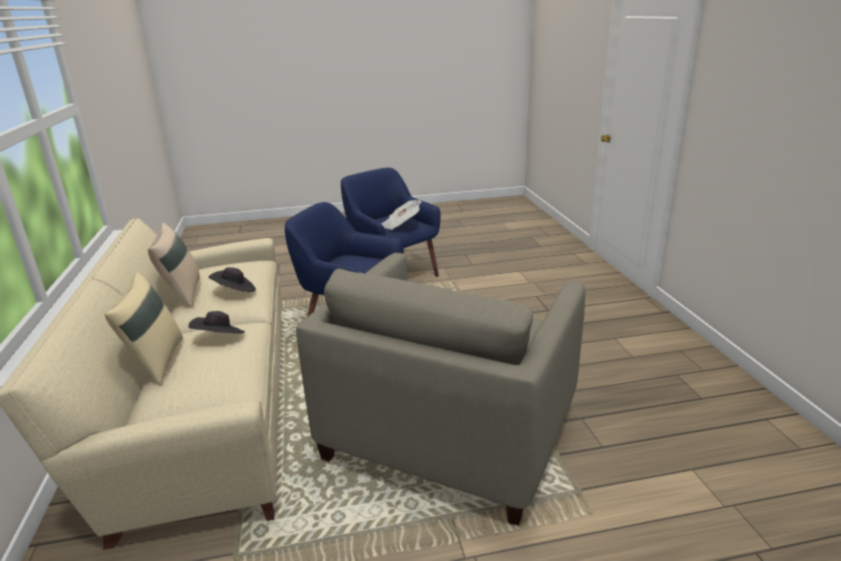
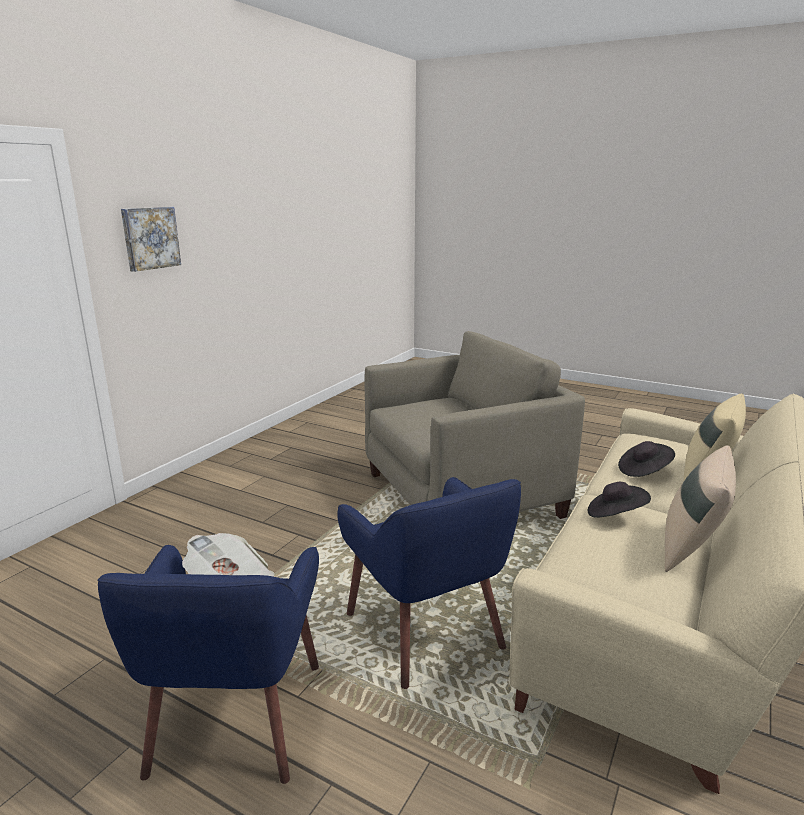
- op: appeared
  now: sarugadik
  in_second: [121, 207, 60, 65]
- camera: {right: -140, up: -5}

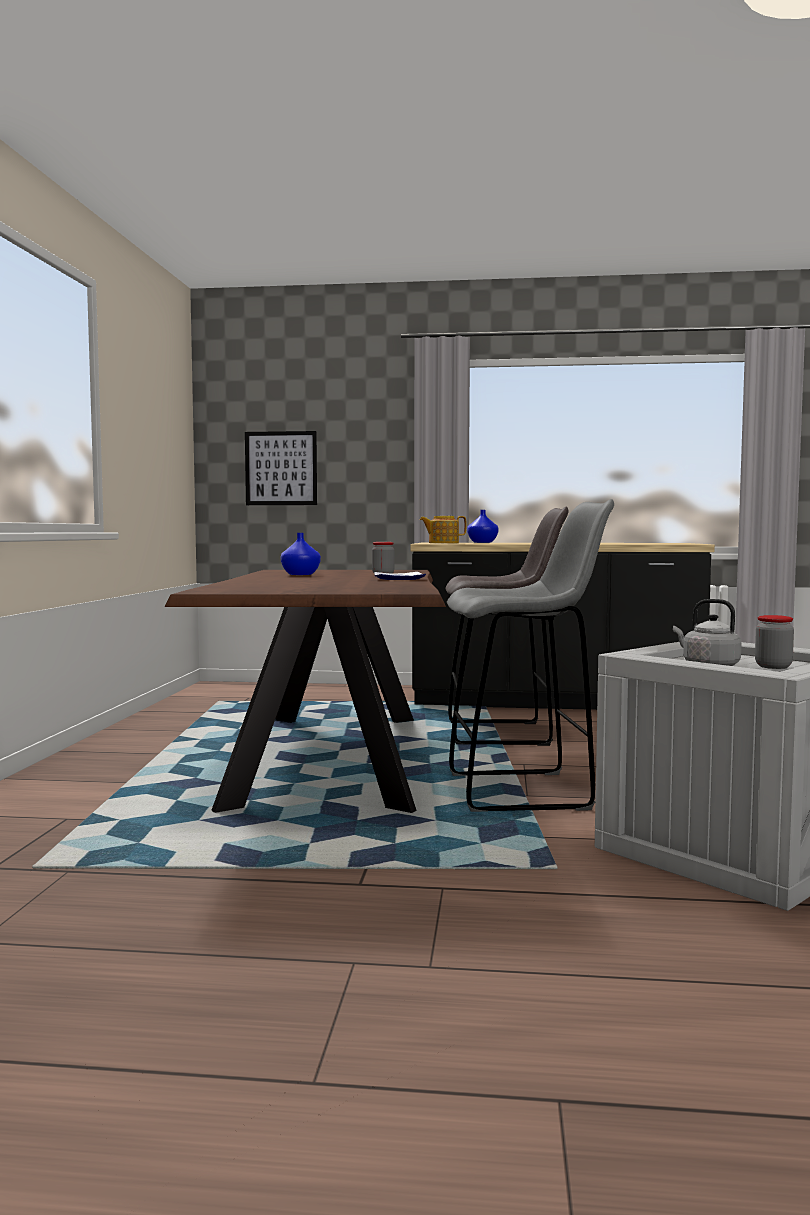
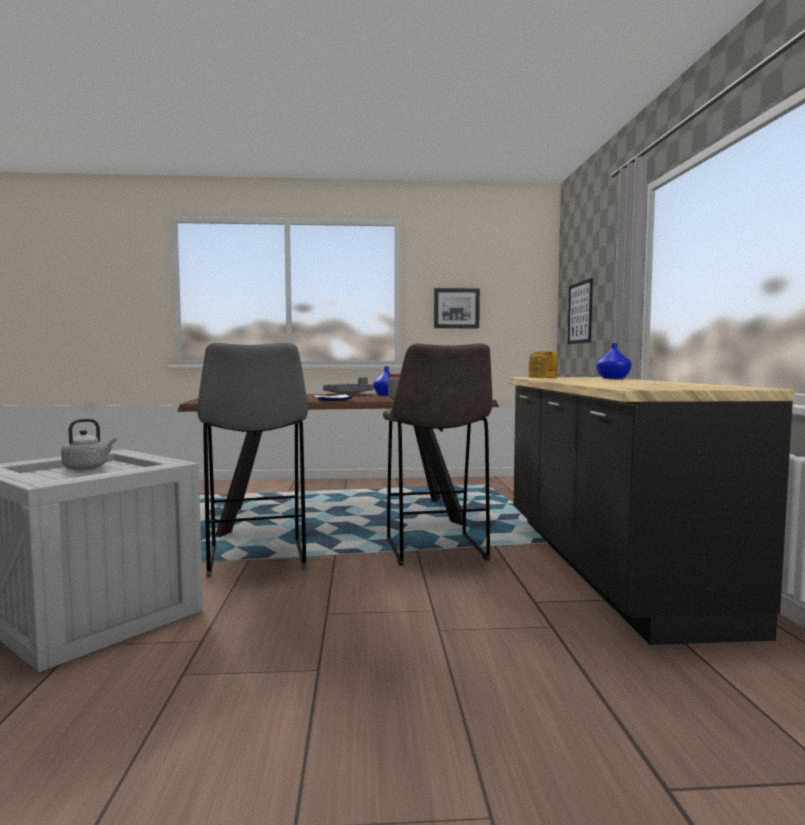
- op: missing
  was: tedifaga
  in_first: [755, 615, 39, 54]
- op: appeared
  now: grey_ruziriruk
  in_second: [323, 377, 51, 18]
- op: appeared
  now: sarugadik
  in_second: [434, 288, 46, 40]
- camera: {right: 80, up: 0}

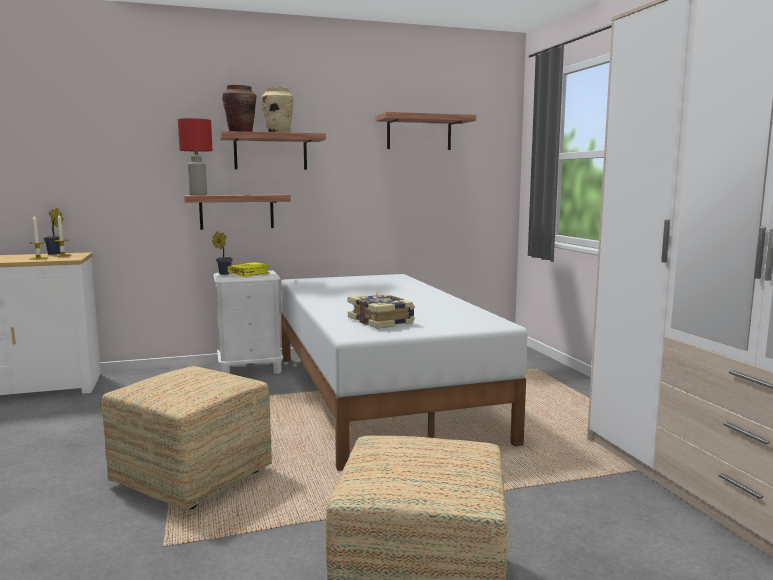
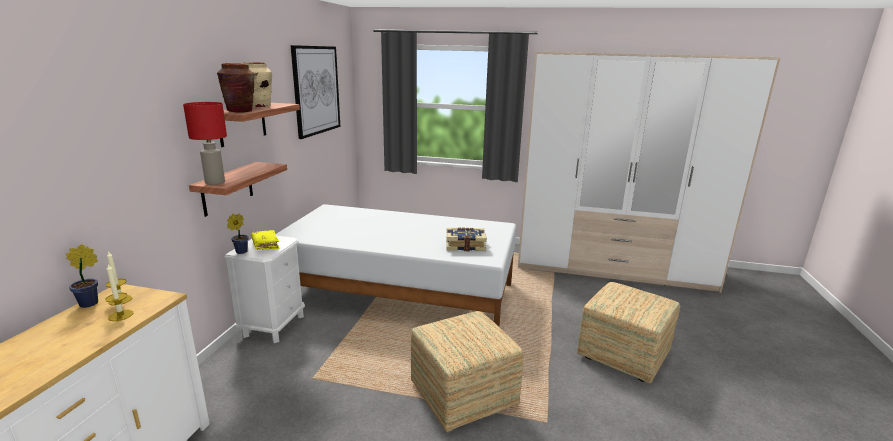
- op: exchanged
  was: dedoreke
  now: sarugadik
  in_first: [376, 112, 100, 38]
  in_second: [290, 45, 50, 94]
- camera: {right: -60, up: 10}

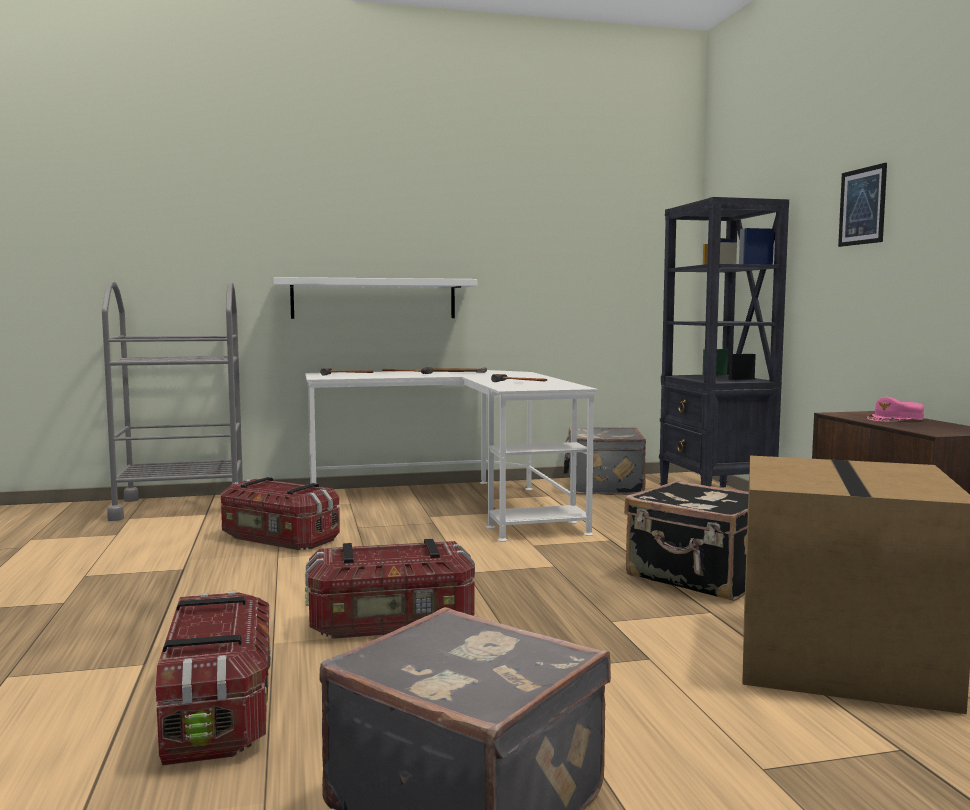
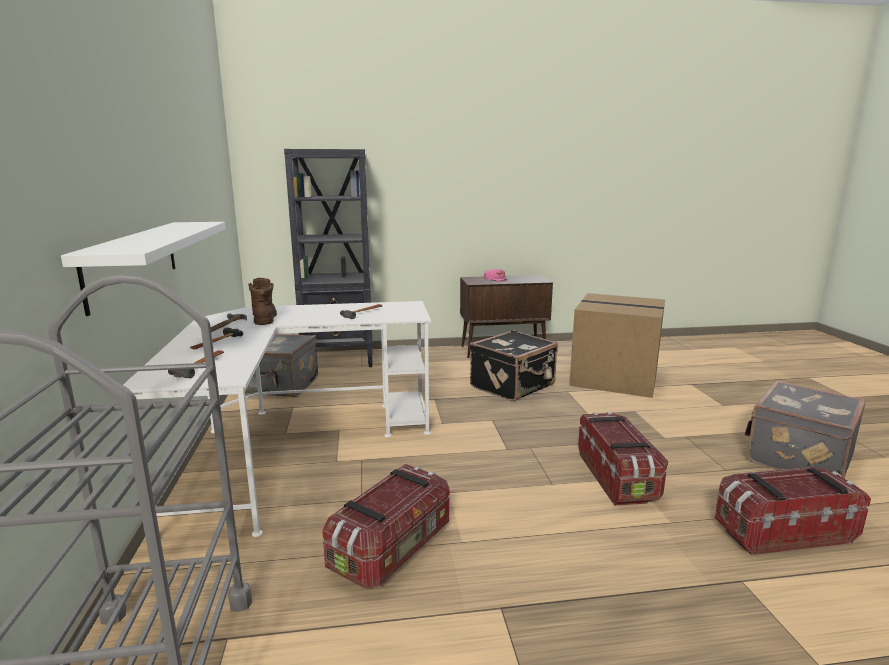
- op: missing
  was: sarugadik
  in_first: [838, 163, 49, 84]
- op: appeared
  now: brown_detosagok
  in_second: [248, 278, 29, 47]
- camera: {right: -85, up: 10}

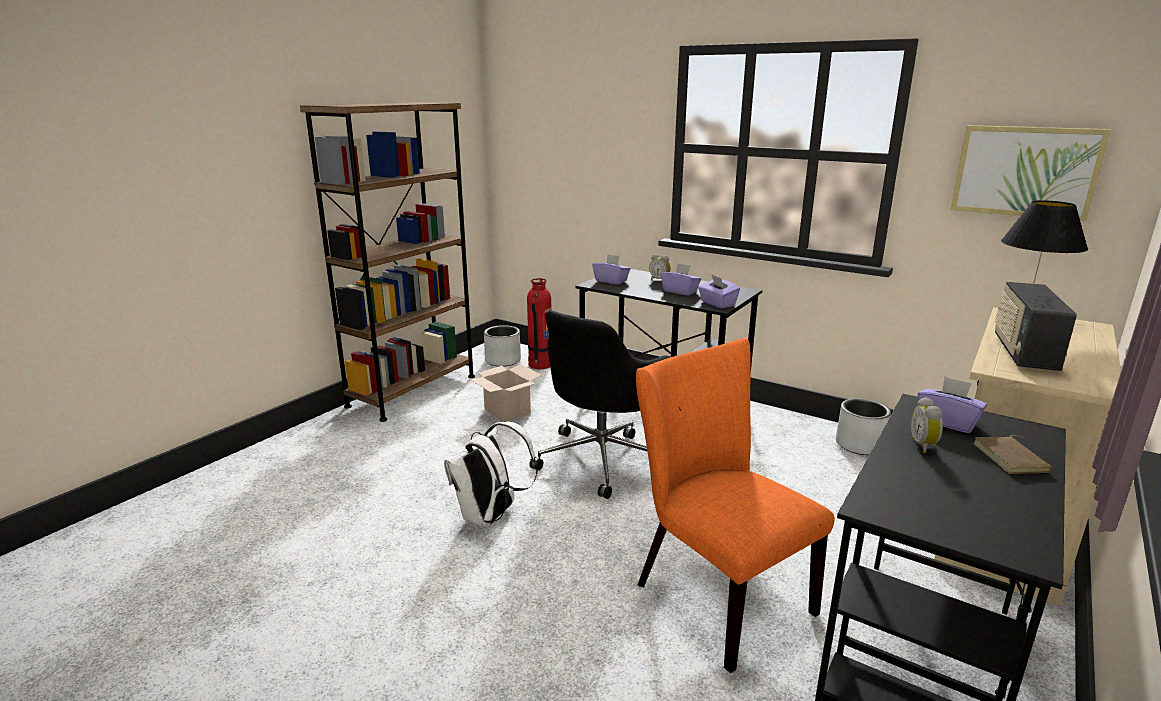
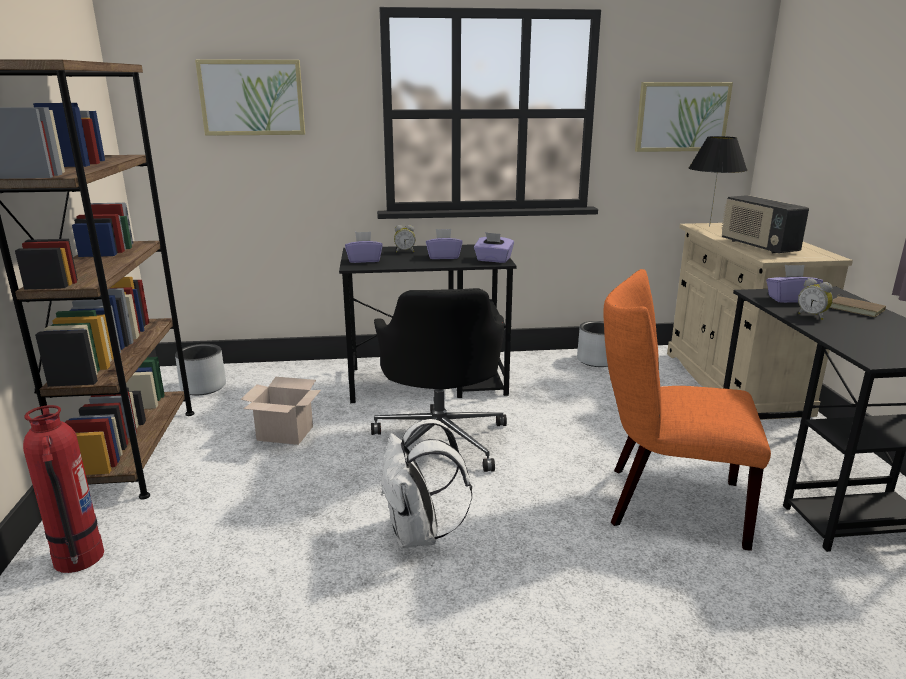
- op: relocated
  was: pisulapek
  in_first: [527, 278, 24, 91]
  in_second: [23, 405, 81, 168]
- op: appeared
  now: sarugadik
  in_second: [195, 59, 110, 77]
- camera: {right: -40, up: 0}

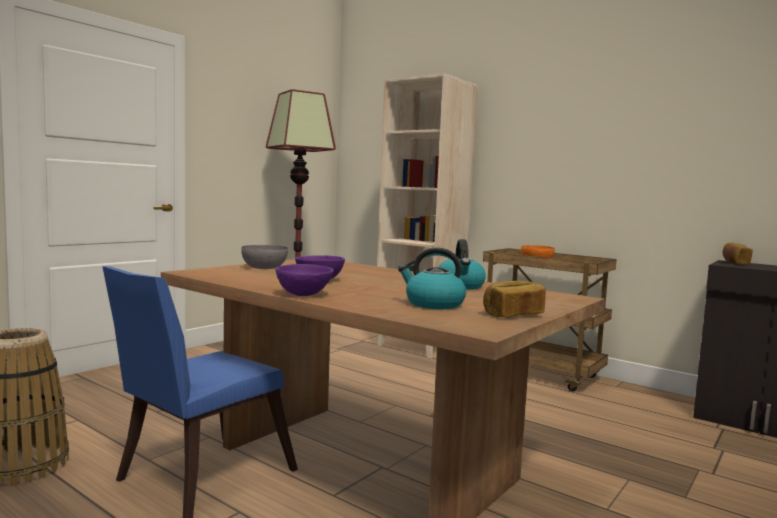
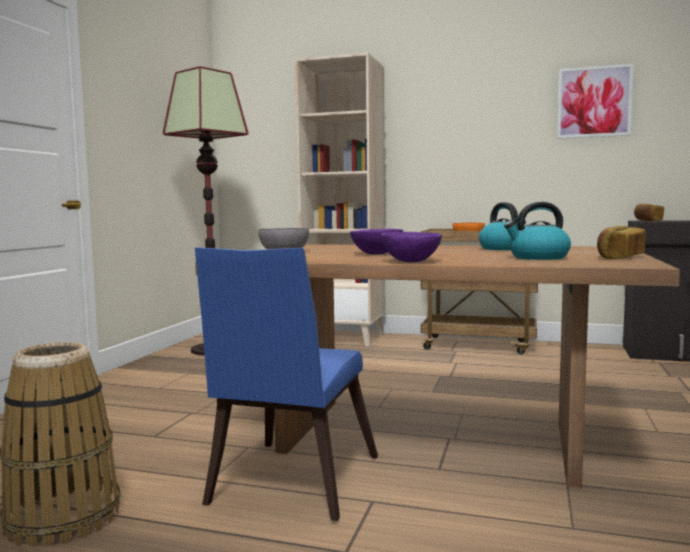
- op: appeared
  now: sarugadik
  in_second: [557, 64, 77, 75]
- camera: {right: -20, up: 0}

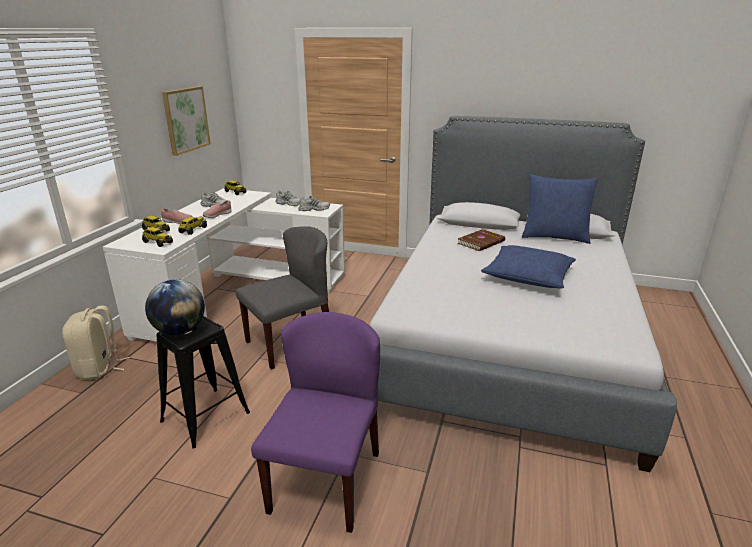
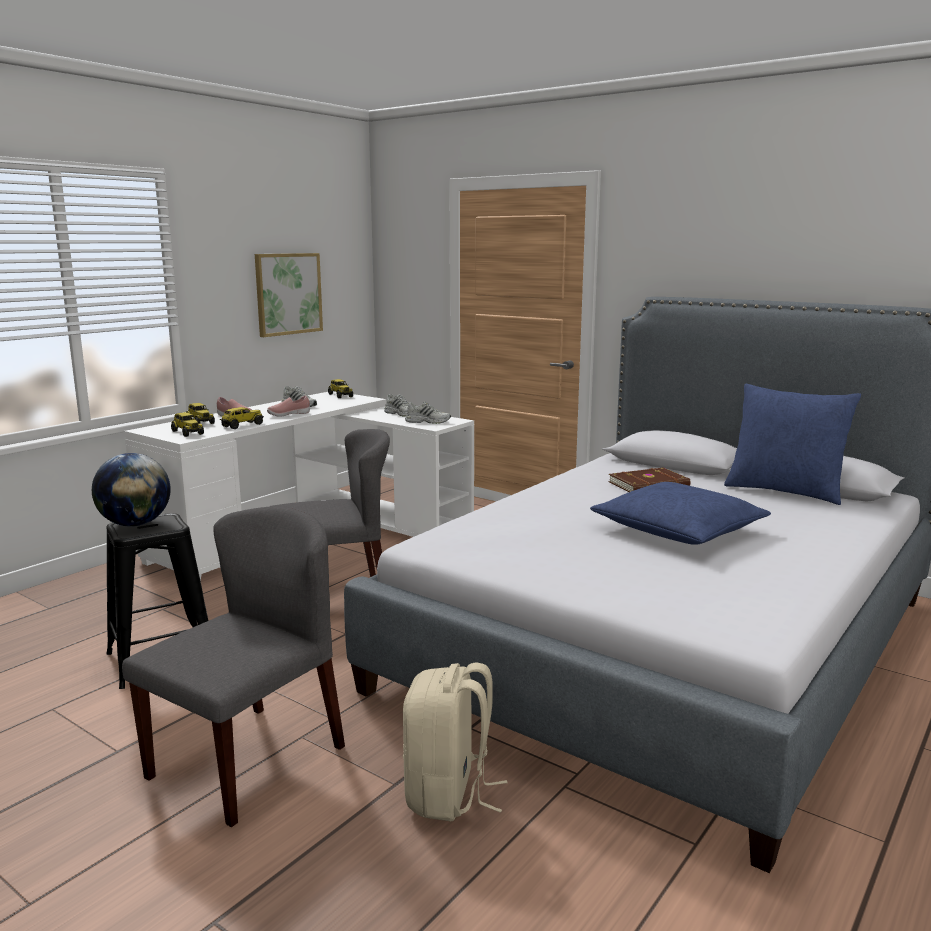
- op: relocated
  was: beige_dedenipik
  in_first: [62, 306, 68, 74]
  in_second: [403, 663, 104, 159]
- op: colour
  was: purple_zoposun
  now: grey_zoposun
  in_first: [251, 312, 129, 221]
  in_second: [122, 507, 223, 320]
- camera: {right: 20, up: -10}

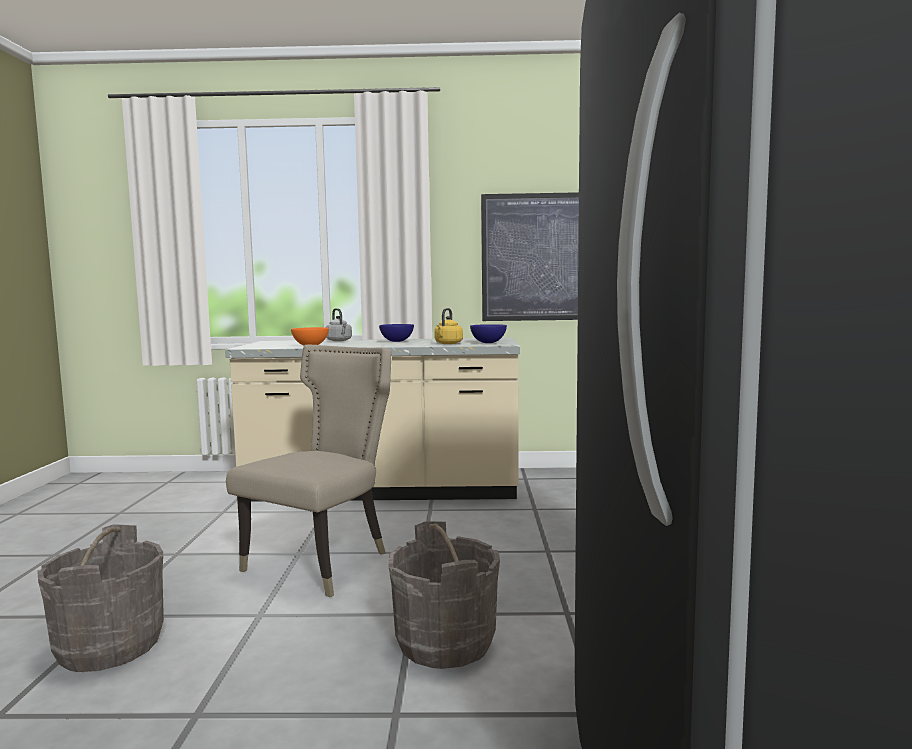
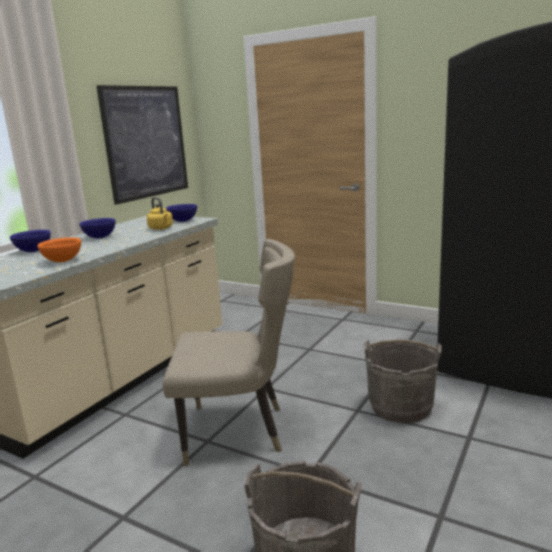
- op: spun
  was: beige_zoposun
  in_first: [226, 345, 165, 252]
  in_second: [163, 239, 132, 227]
  clockwise: 120
- op: exchanged
  was: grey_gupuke
  now: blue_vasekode
  in_first: [326, 308, 26, 33]
  in_second: [10, 230, 41, 22]
- camera: {right: -60, up: 10}

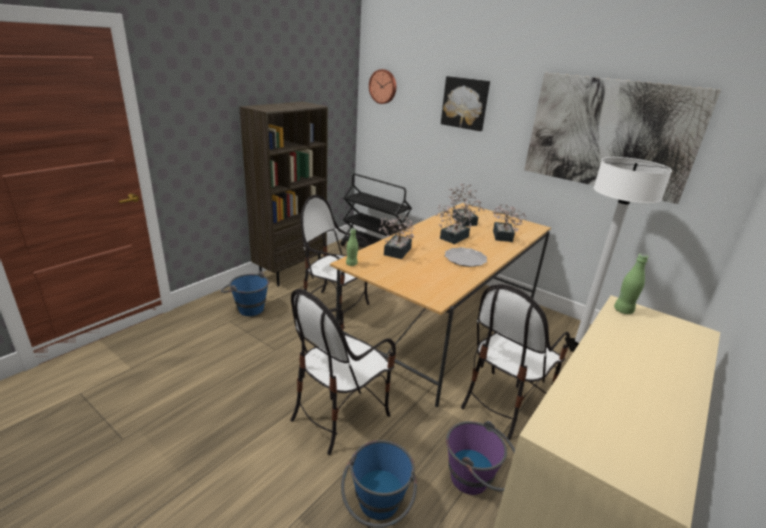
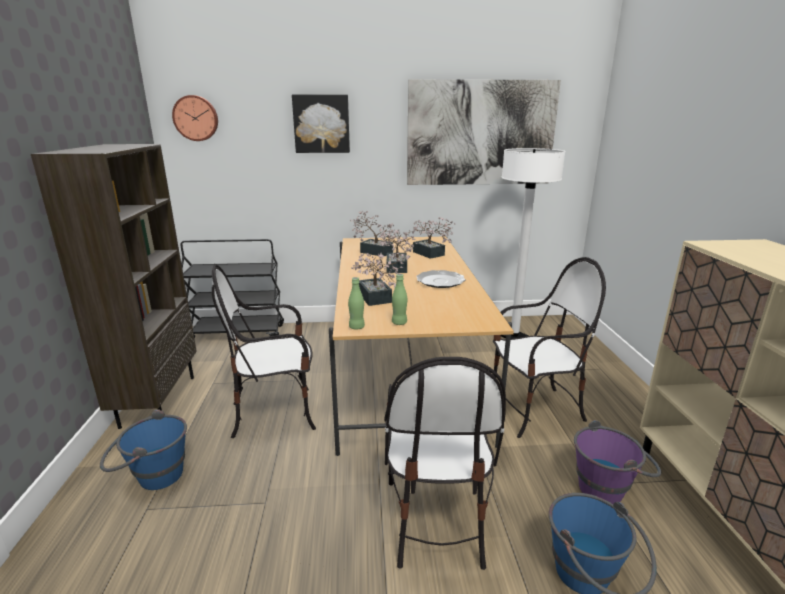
- op: spun
  was: zoposun
  in_first: [461, 284, 109, 156]
  in_second: [493, 257, 113, 181]
  clockwise: -105
- op: relocated
  was: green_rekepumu
  in_first: [614, 254, 34, 60]
  in_second: [392, 274, 15, 51]
- camera: {right: -40, up: -5}

